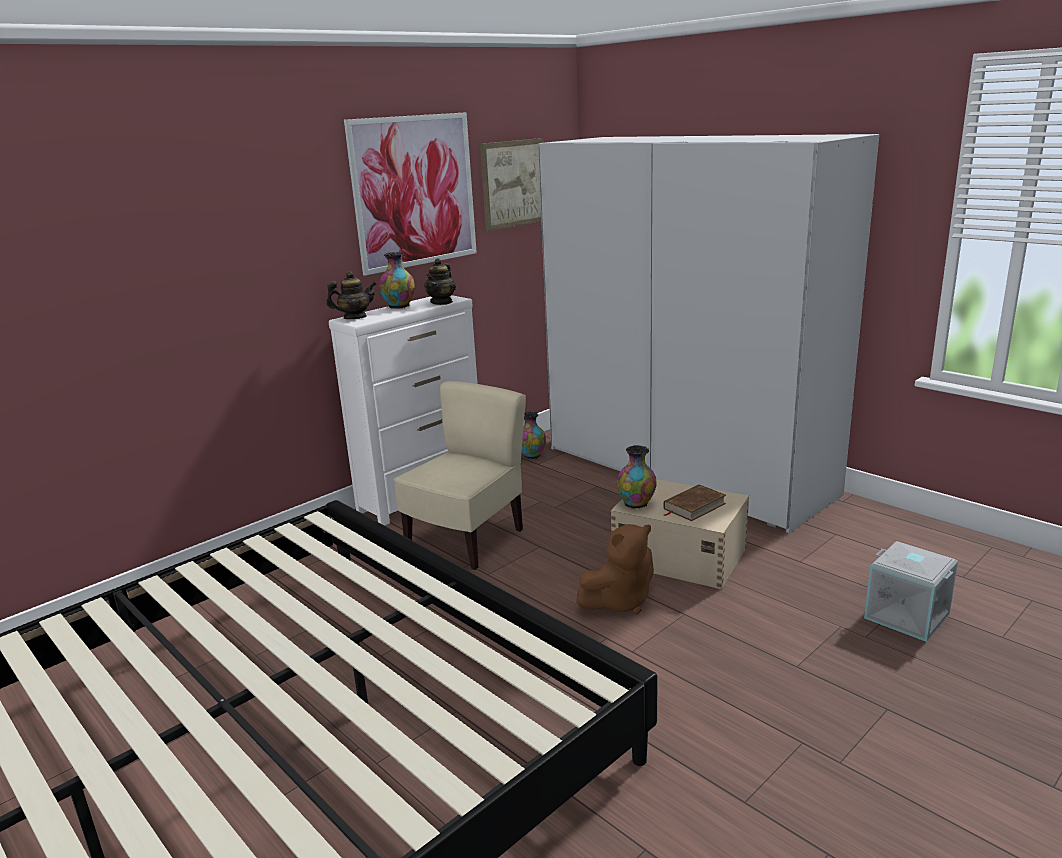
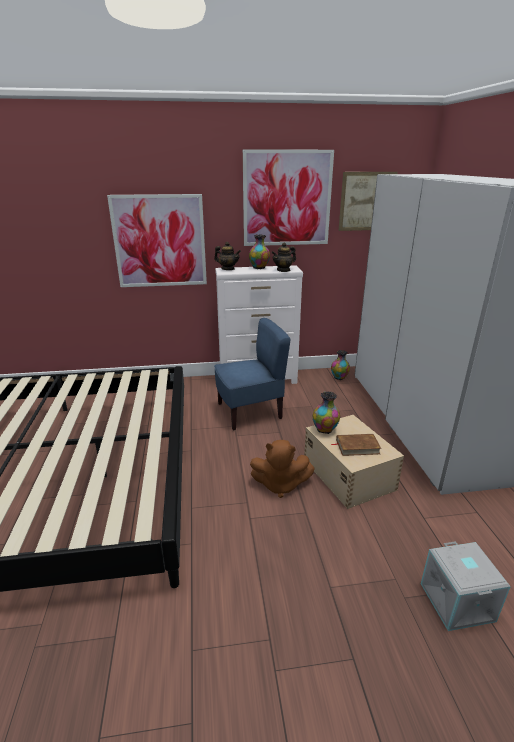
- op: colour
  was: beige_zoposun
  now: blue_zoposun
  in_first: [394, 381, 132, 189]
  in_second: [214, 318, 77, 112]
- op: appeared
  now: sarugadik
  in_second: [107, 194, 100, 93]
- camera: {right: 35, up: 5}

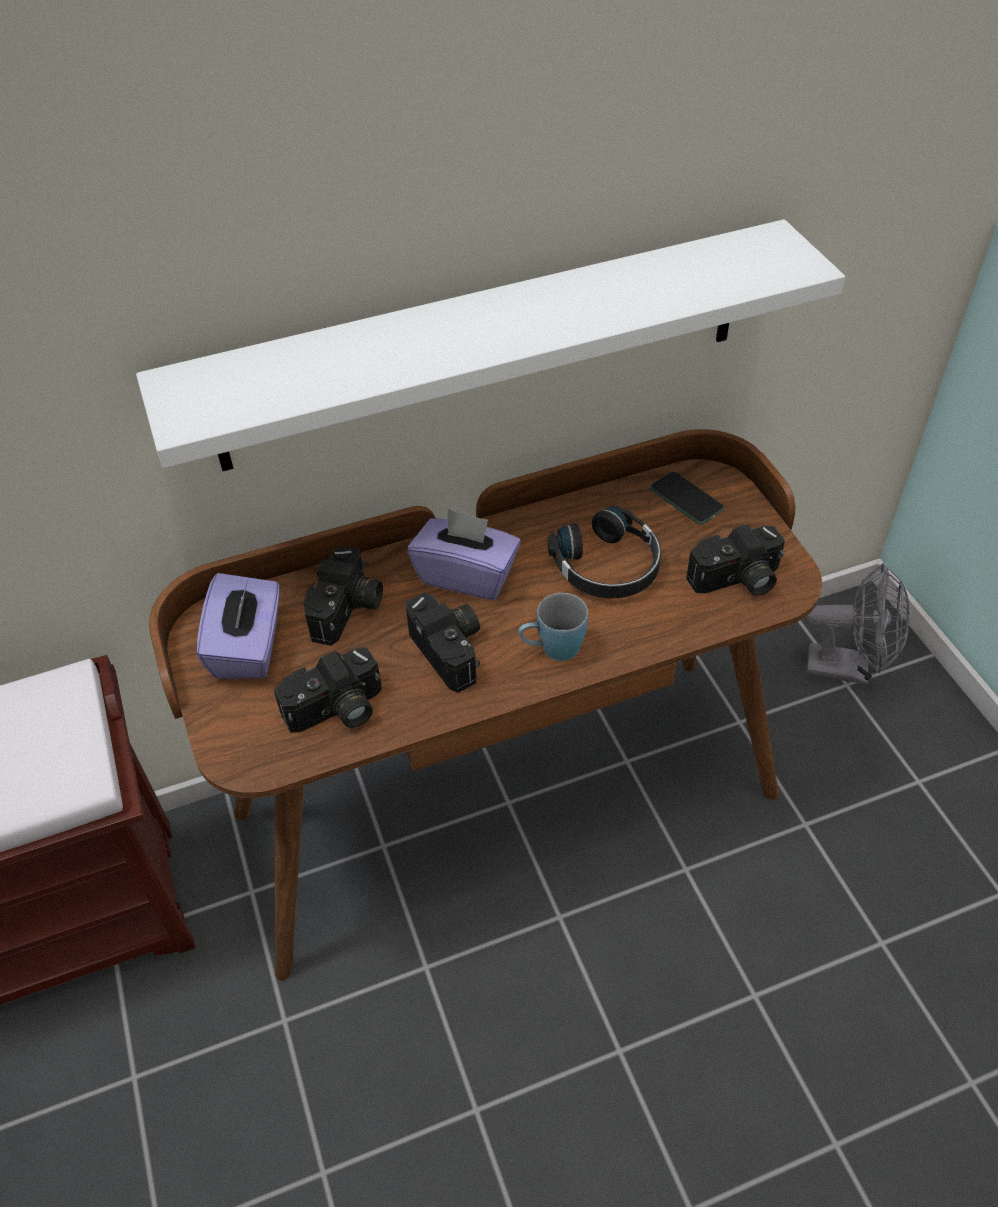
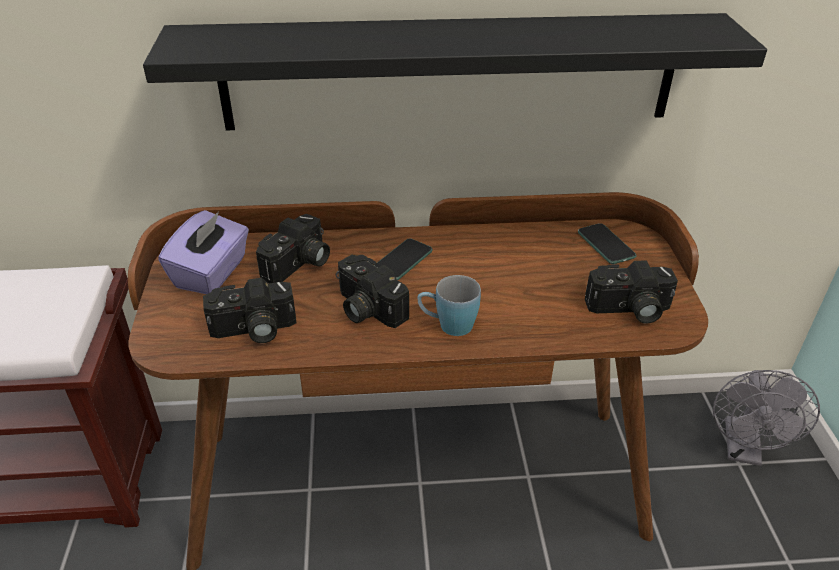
- op: colour
  was: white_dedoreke
  now: black_dedoreke
  in_first: [136, 219, 709, 252]
  in_second: [143, 13, 624, 117]
- op: spun
  was: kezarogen
  in_first: [406, 593, 74, 100]
  in_second: [336, 255, 73, 73]
  clockwise: 150
- op: exchanged
  was: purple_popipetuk
  now: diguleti
  in_first: [408, 509, 113, 91]
  in_second: [374, 238, 59, 42]
- op: missing
  was: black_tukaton
  in_first: [548, 505, 113, 94]
- op: spun
  was: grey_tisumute
  in_first: [805, 563, 105, 122]
  in_second: [713, 370, 107, 96]
  clockwise: 75
- camera: {right: 15, up: -10}

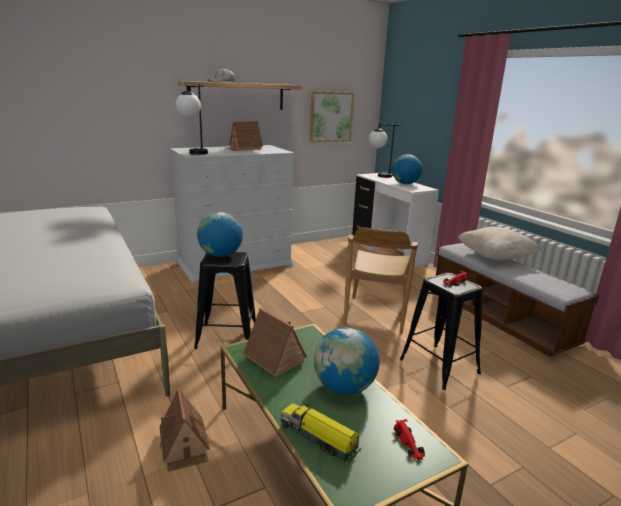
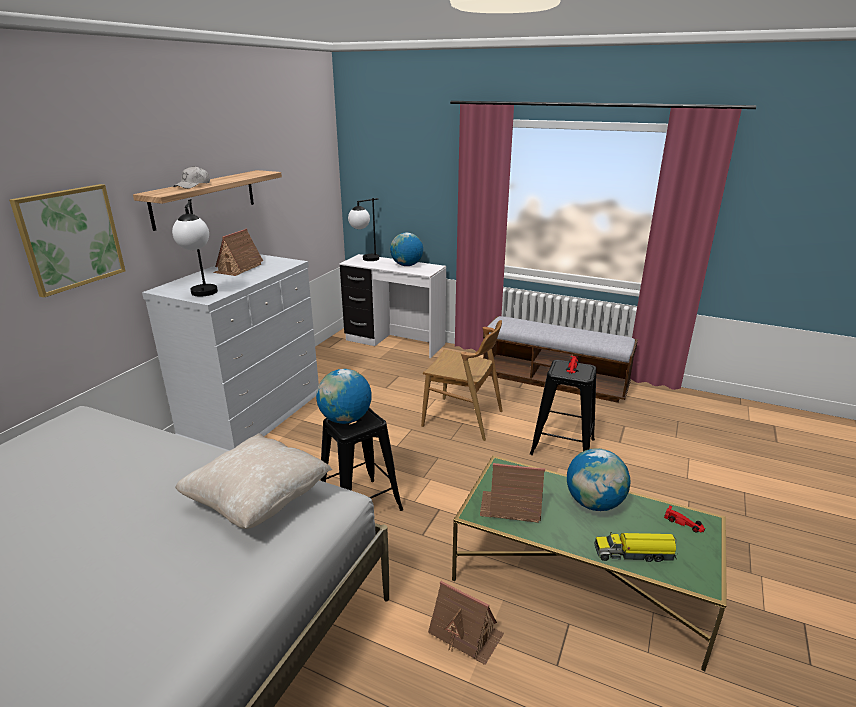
- op: relocated
  was: sarugadik
  in_first: [310, 91, 44, 51]
  in_second: [9, 184, 117, 113]
- op: spun
  was: brown_zoposun
  in_first: [344, 227, 74, 107]
  in_second: [421, 320, 82, 121]
  clockwise: -45
- op: relocated
  was: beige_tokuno
  in_first: [458, 227, 83, 33]
  in_second: [175, 433, 157, 96]
- camera: {right: -35, up: 5}

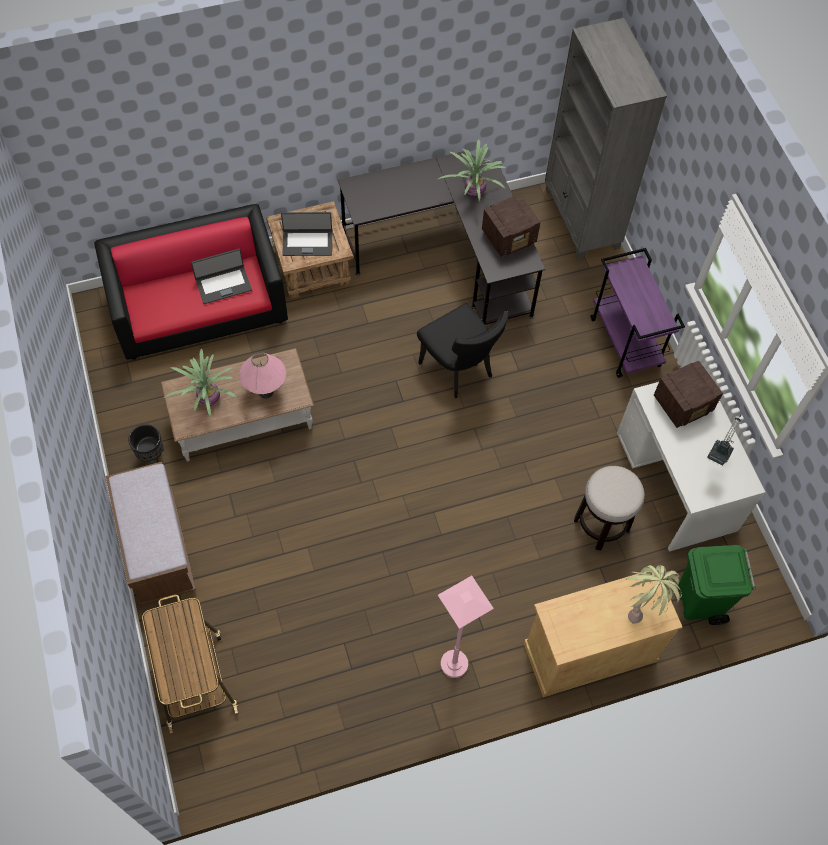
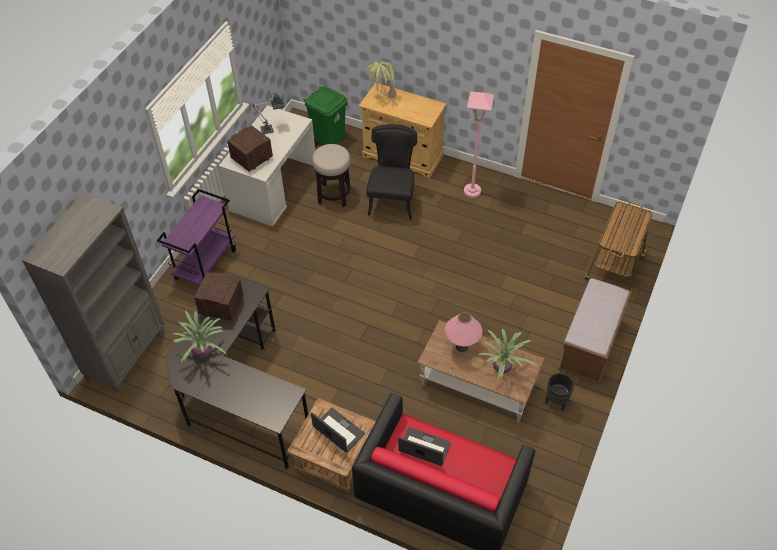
- op: relocated
  was: black_zoposun
  in_first: [417, 303, 92, 95]
  in_second: [367, 124, 50, 96]
- op: spun
  was: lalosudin
  in_first: [654, 361, 69, 67]
  in_second: [227, 125, 46, 47]
  clockwise: -60
- camera: {right: -135, up: -10}

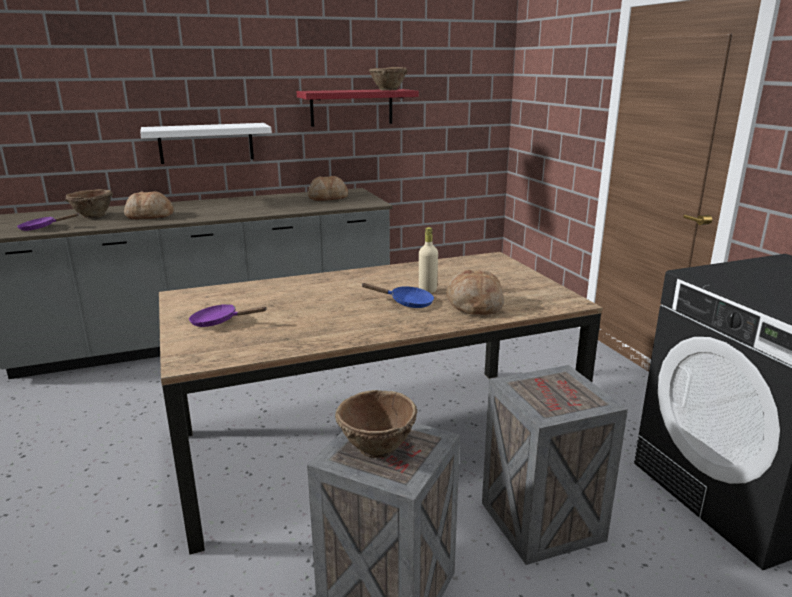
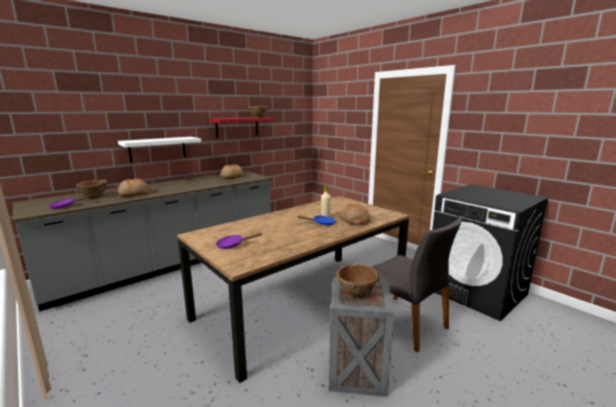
- op: exchanged
  was: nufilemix
  now: grey_zoposun
  in_first: [482, 365, 146, 200]
  in_second: [372, 218, 90, 135]
- camera: {right: -20, up: -5}

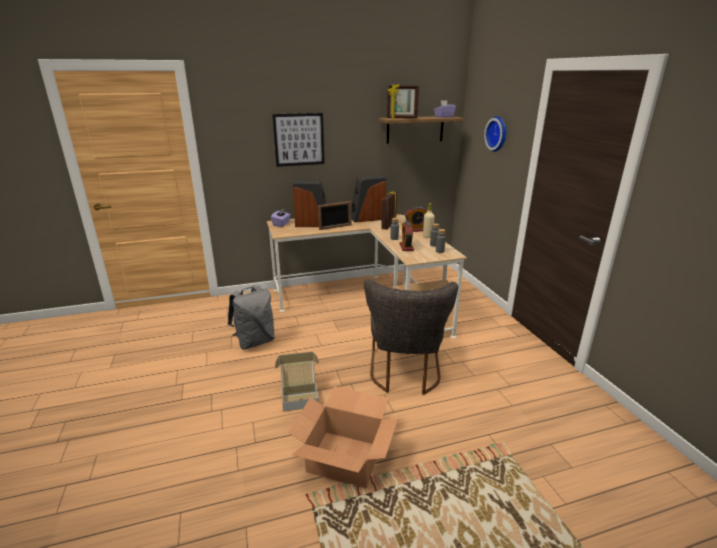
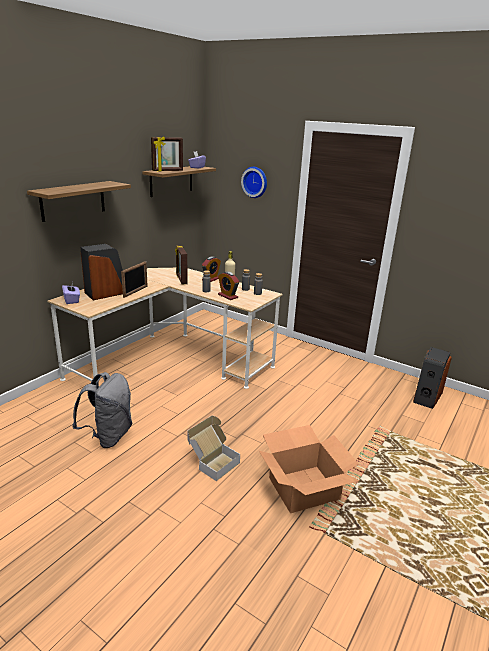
- op: exchanged
  was: sarugadik
  now: dedoreke
  in_first: [272, 113, 53, 54]
  in_second: [27, 181, 104, 41]
- op: relocated
  was: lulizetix
  in_first: [351, 175, 35, 47]
  in_second: [413, 347, 39, 62]
- op: missing
  was: grey_zoposun
  in_first: [364, 279, 94, 116]
- camera: {right: -40, up: 0}

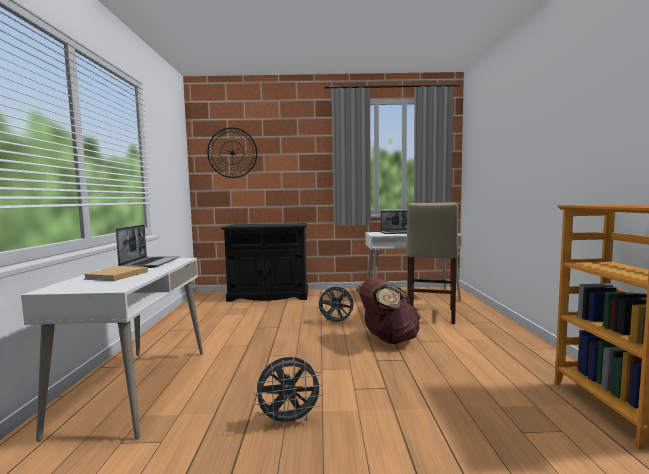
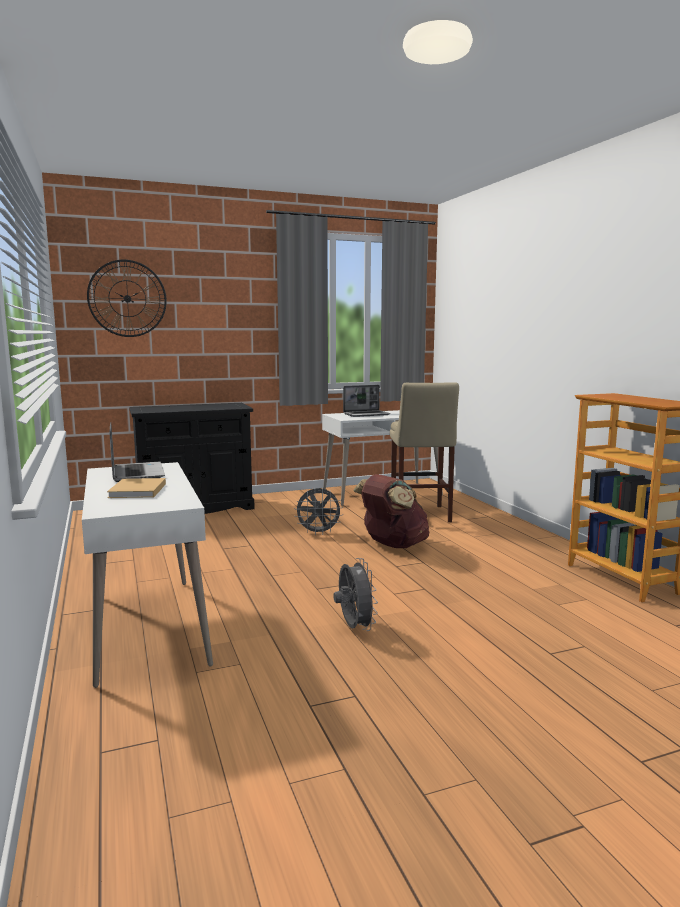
- op: spun
  was: grey_tisumute
  in_first: [253, 357, 71, 70]
  in_second: [333, 558, 45, 73]
  clockwise: -75
- camera: {right: -20, up: 5}

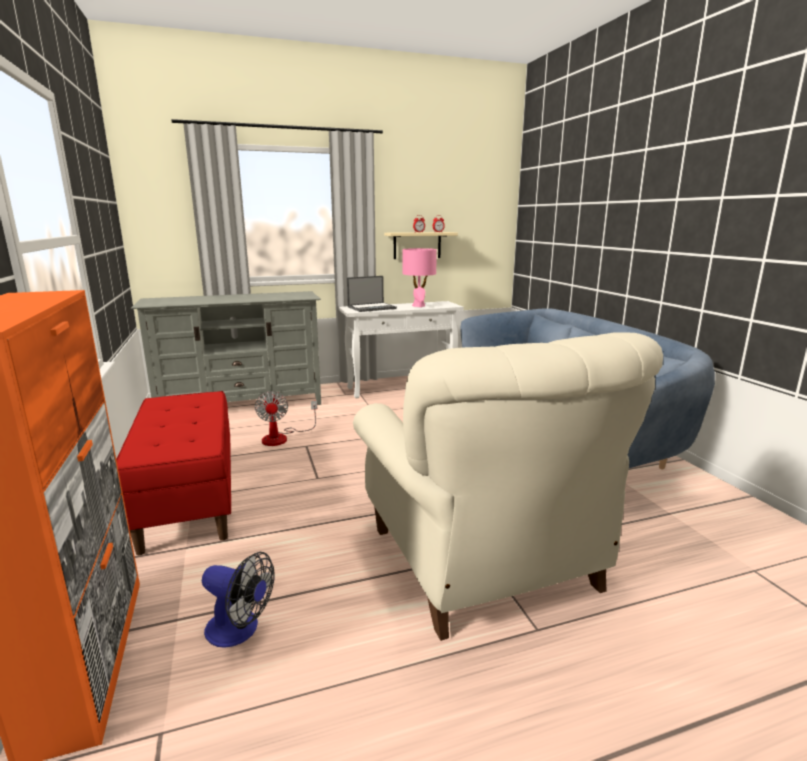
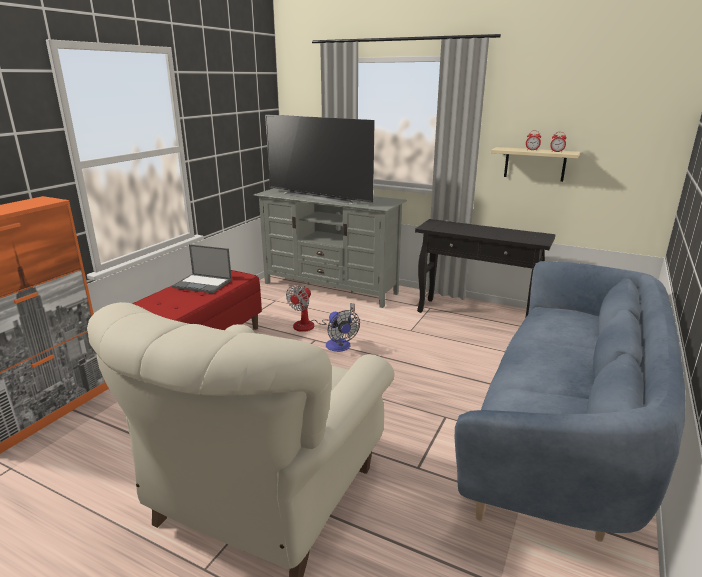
- op: relocated
  was: tisumute
  in_first: [202, 552, 73, 96]
  in_second: [326, 310, 34, 42]
- op: colour
  was: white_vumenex
  now: black_vumenex
  in_first: [339, 301, 125, 97]
  in_second: [415, 219, 141, 99]
- op: relocated
  was: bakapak
  in_first: [347, 276, 50, 36]
  in_second: [172, 244, 60, 50]
- op: missing
  was: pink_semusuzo
  in_first: [402, 248, 35, 59]
- op: appeared
  now: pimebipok
  in_second: [265, 114, 110, 90]
- camera: {right: 45, up: 5}

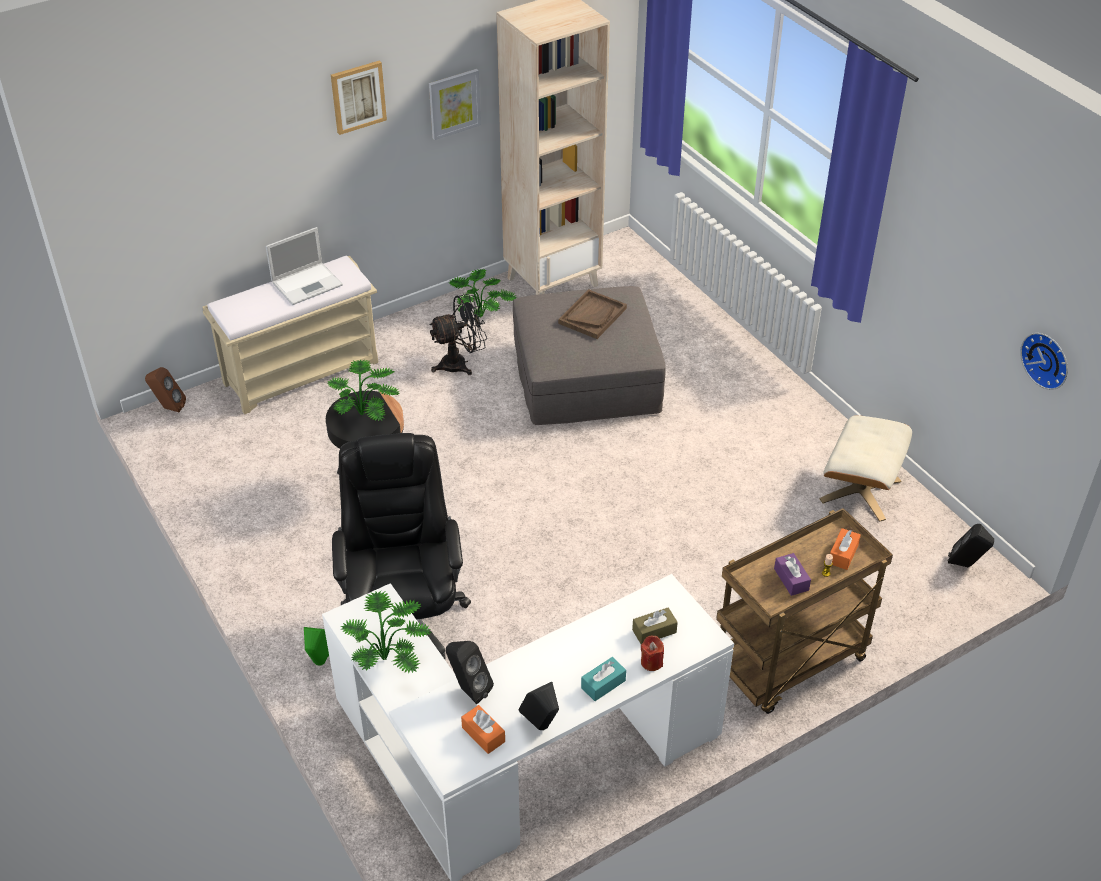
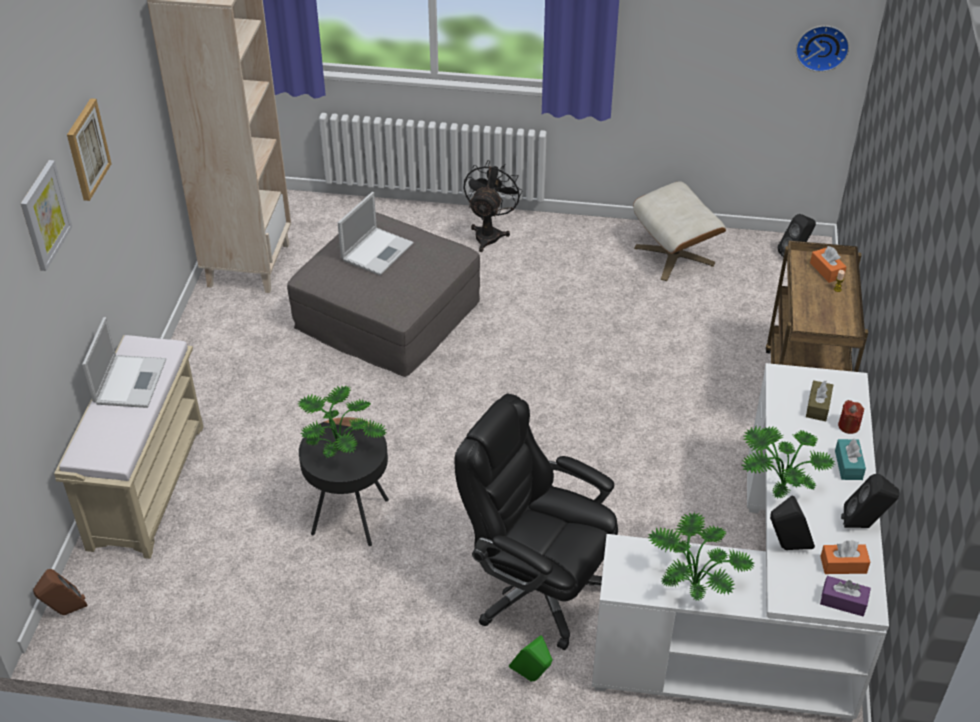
- op: relocated
  was: sarugadik
  in_first: [429, 69, 52, 71]
  in_second: [21, 160, 51, 111]
- op: relocated
  was: black_tisumute
  in_first: [429, 294, 58, 81]
  in_second: [463, 160, 60, 92]
- op: relocated
  was: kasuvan
  in_first: [448, 269, 69, 48]
  in_second: [742, 426, 93, 73]
- op: exchanged
  was: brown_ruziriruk
  now: bakapak
  in_first: [558, 289, 69, 50]
  in_second: [338, 192, 76, 84]
- op: relocated
  was: purple_popipetuk
  in_first: [774, 553, 37, 43]
  in_second: [820, 576, 51, 40]
- camera: {right: -50, up: 0}

